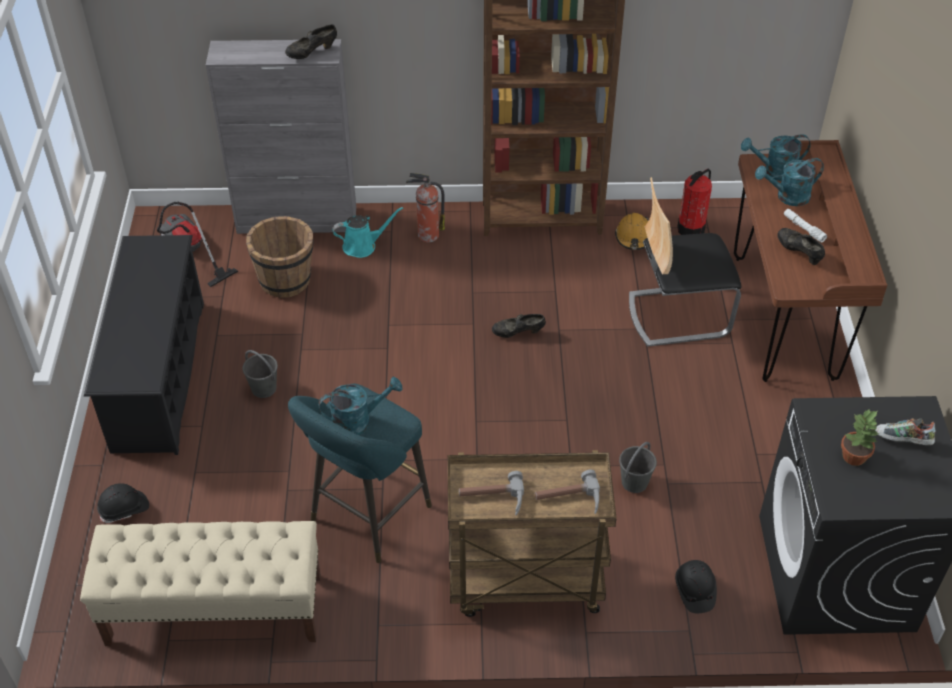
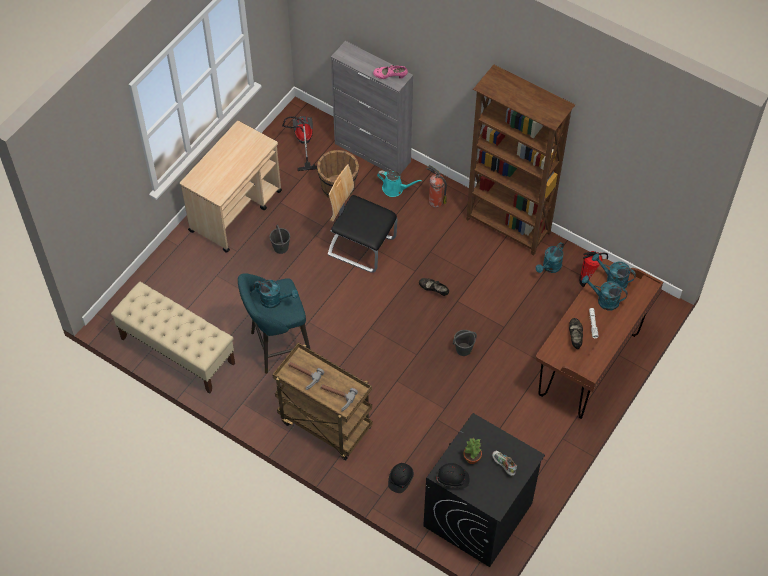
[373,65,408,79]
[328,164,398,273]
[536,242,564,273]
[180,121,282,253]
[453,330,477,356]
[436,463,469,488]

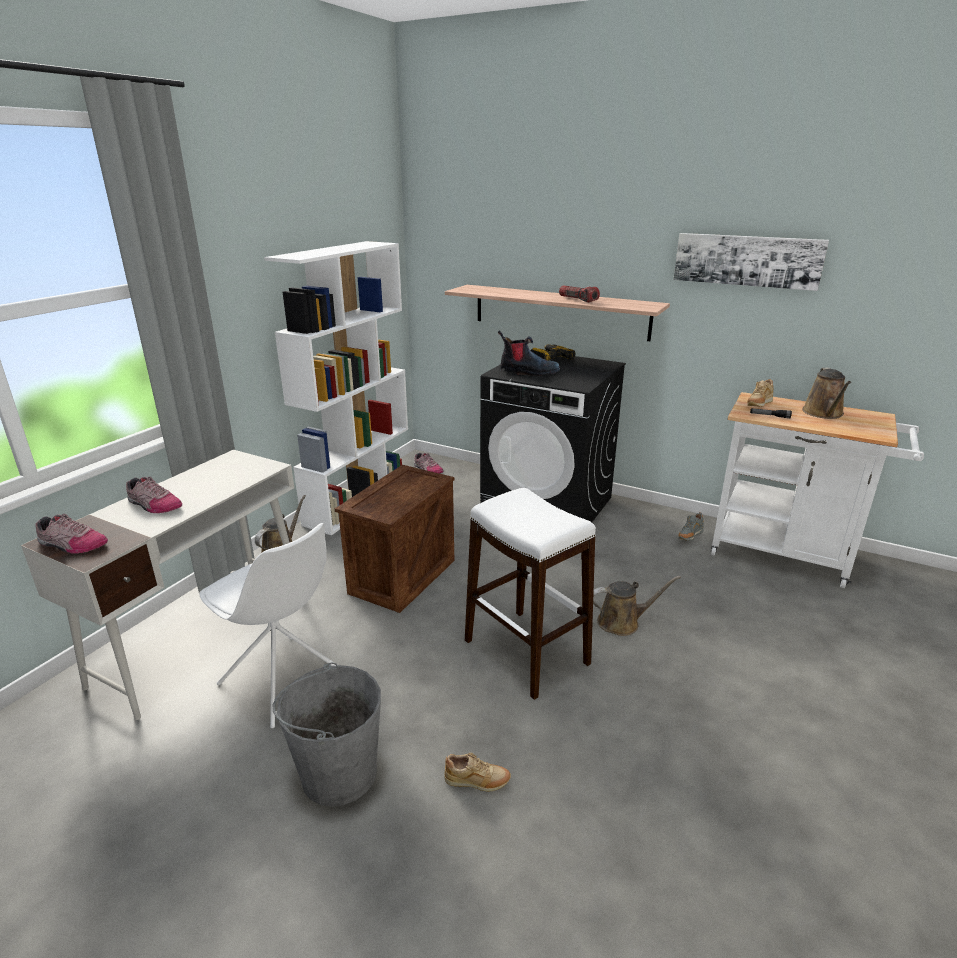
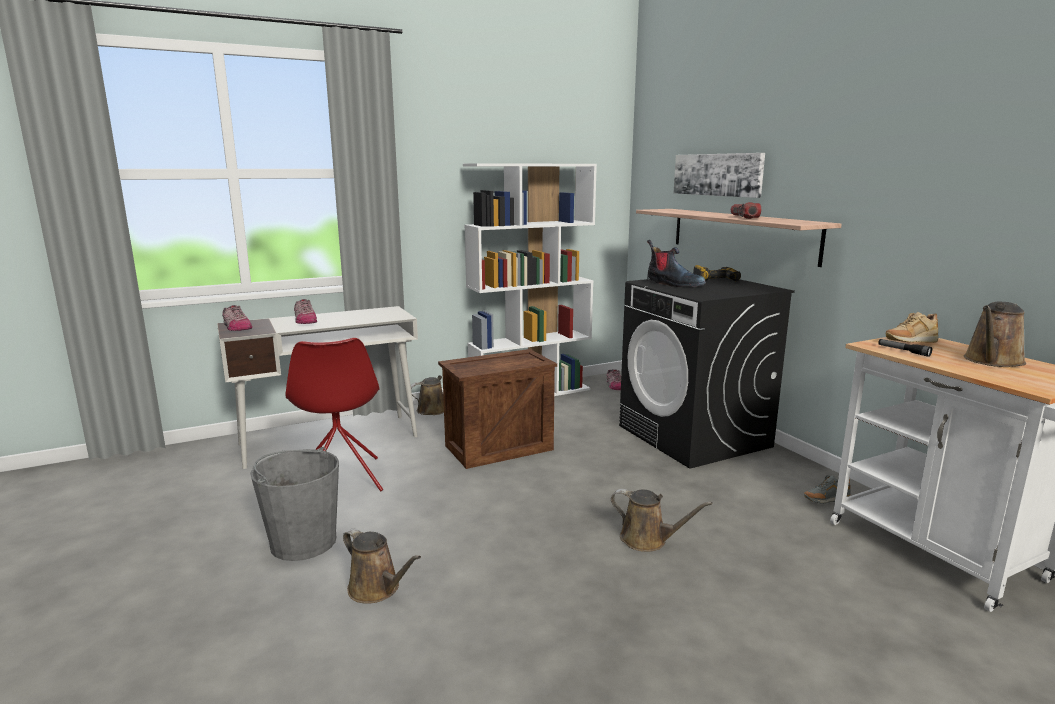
[674,153,765,198]
[465,488,596,700] (first image)
[286,338,383,491]
[343,528,421,604]

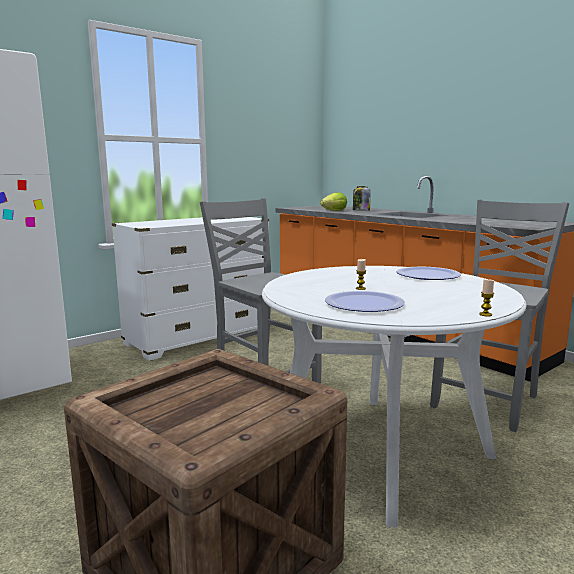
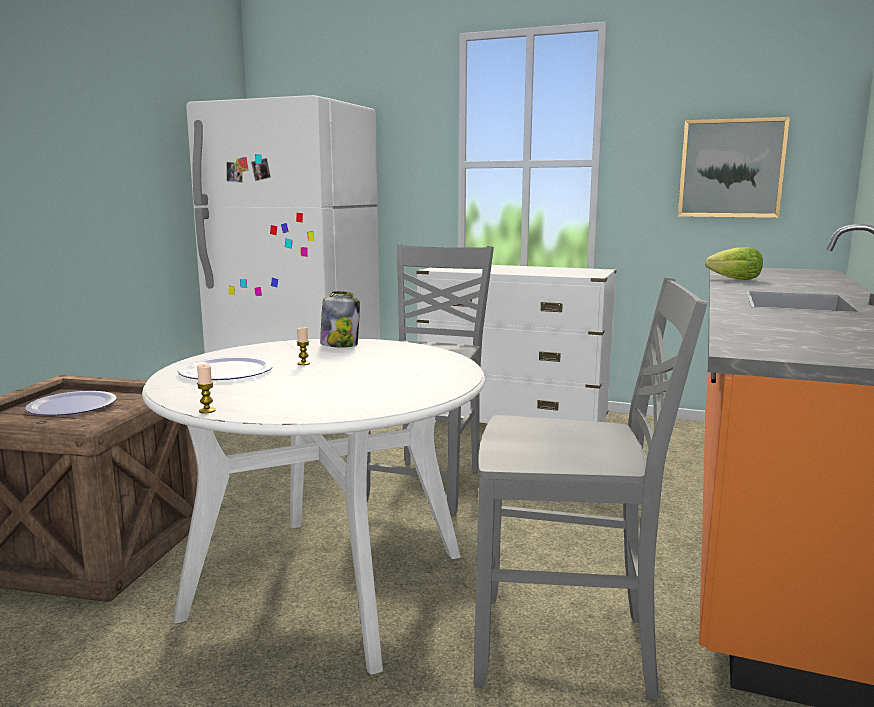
[320,291,360,347]
[25,391,116,416]
[678,117,790,218]

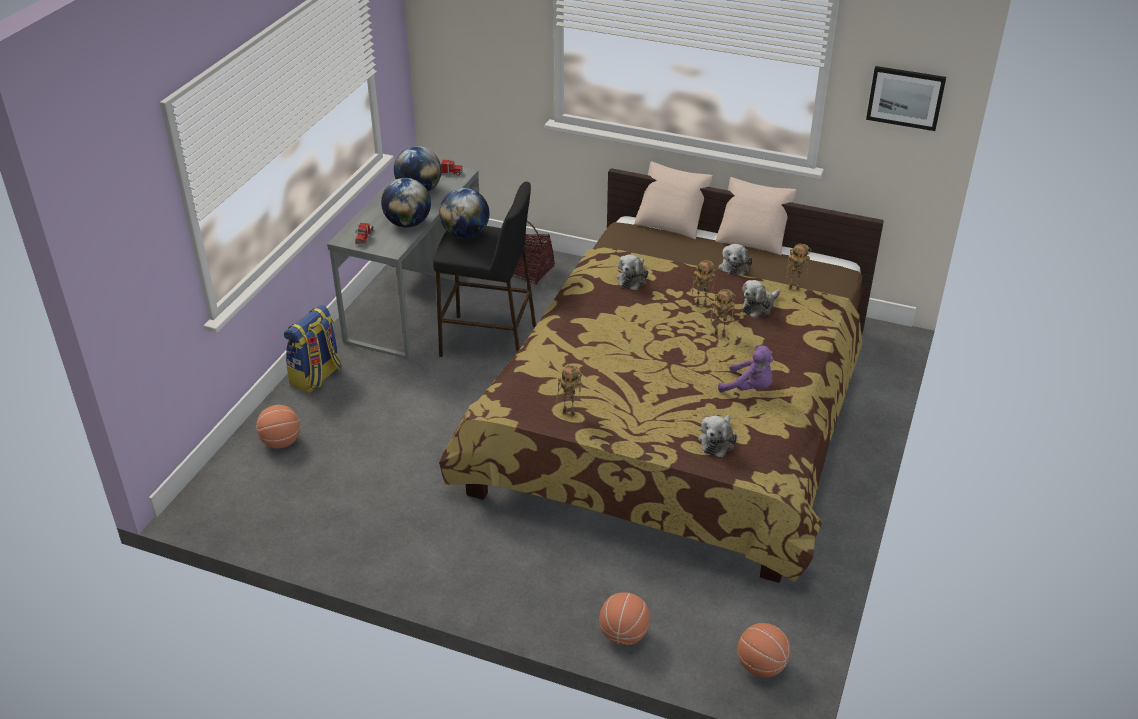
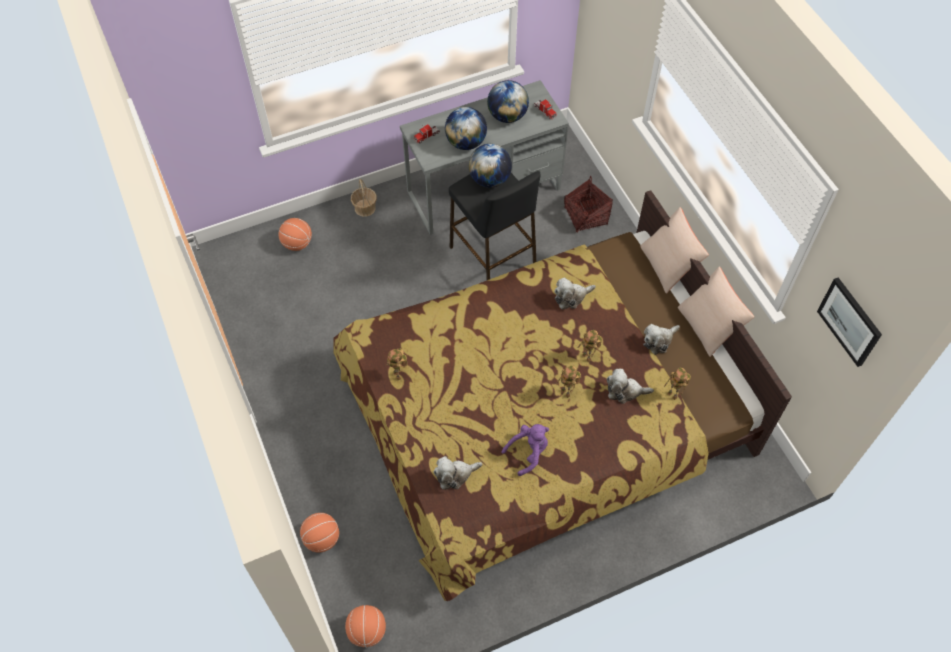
[351,179,377,217]
[501,424,549,476]

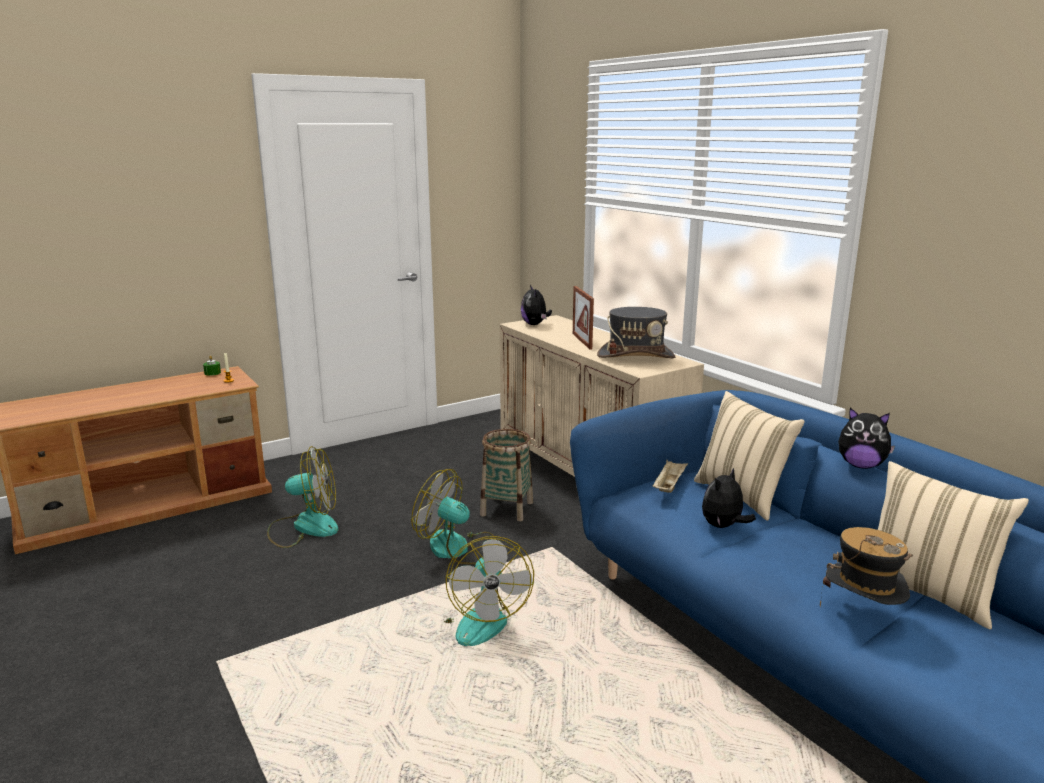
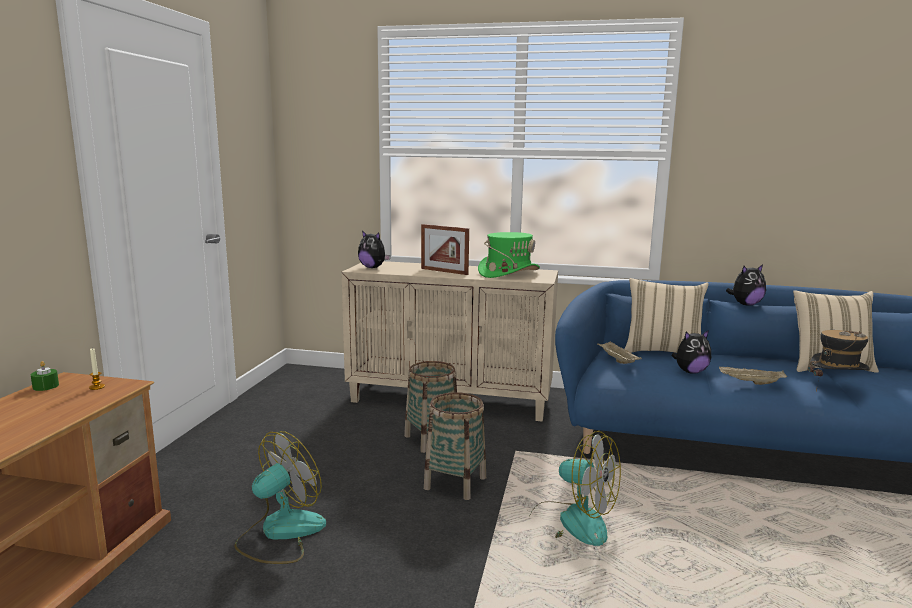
[478,232,540,278]
[672,330,711,374]
[424,392,486,500]
[719,366,787,385]

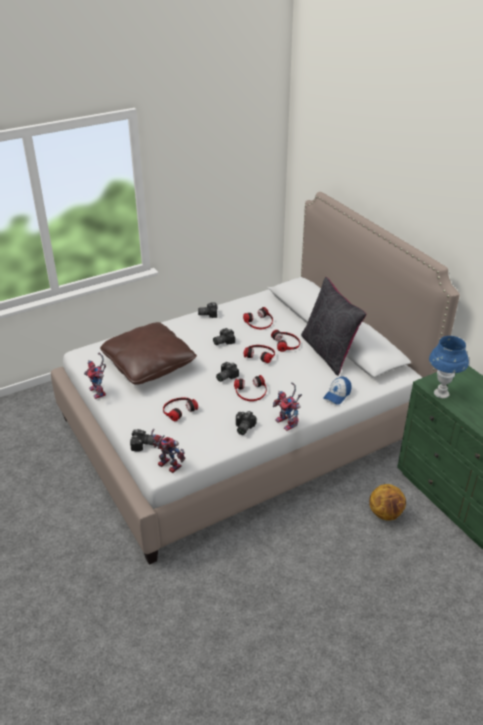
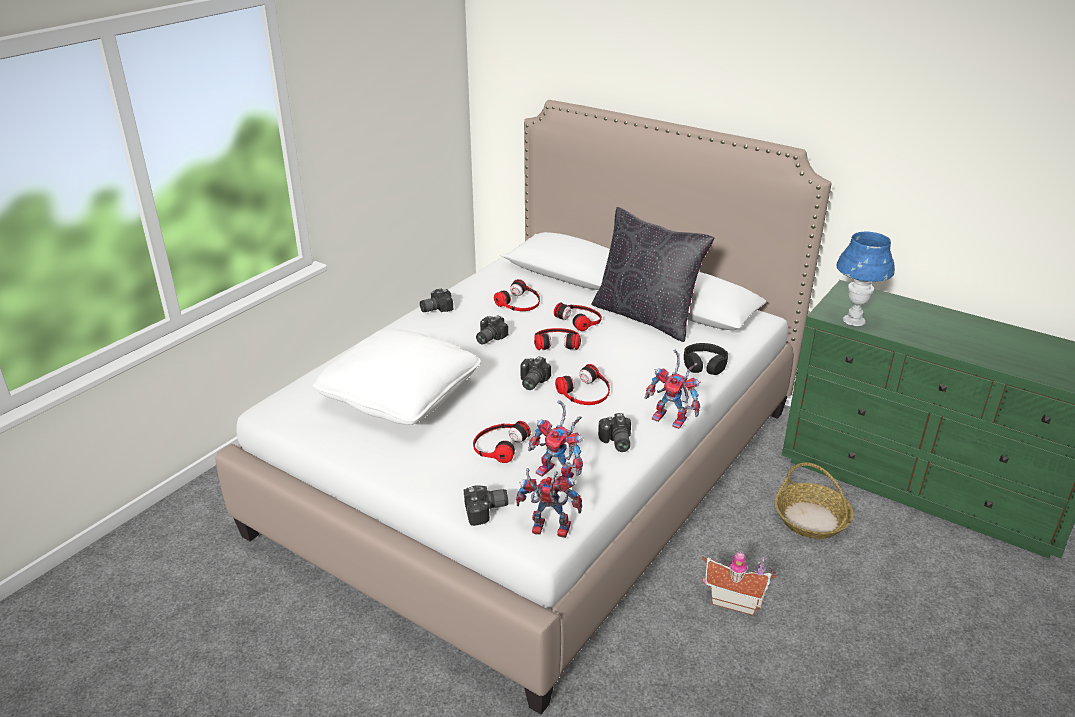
[313,328,481,425]
[528,400,584,482]
[684,343,728,375]
[775,462,853,539]
[702,550,777,616]

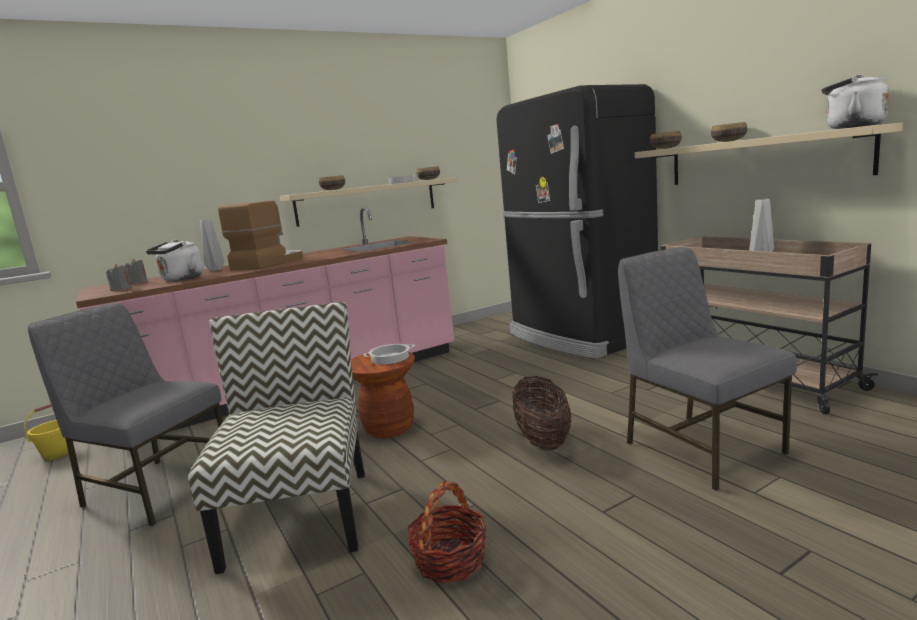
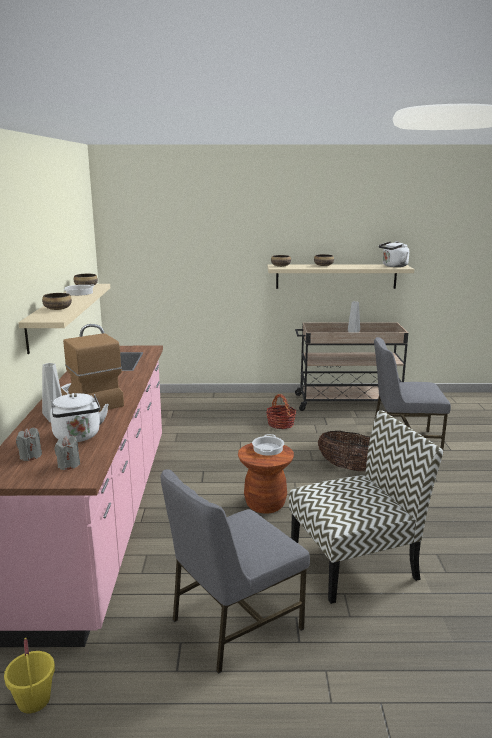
[497,84,658,359] (first image)
[289,410,443,604]
[266,394,296,429]

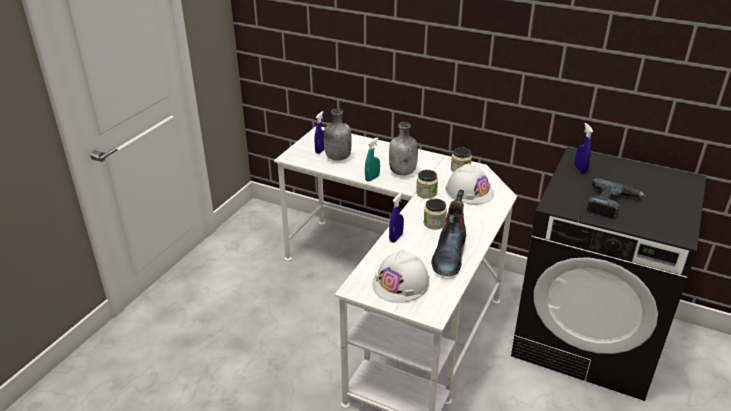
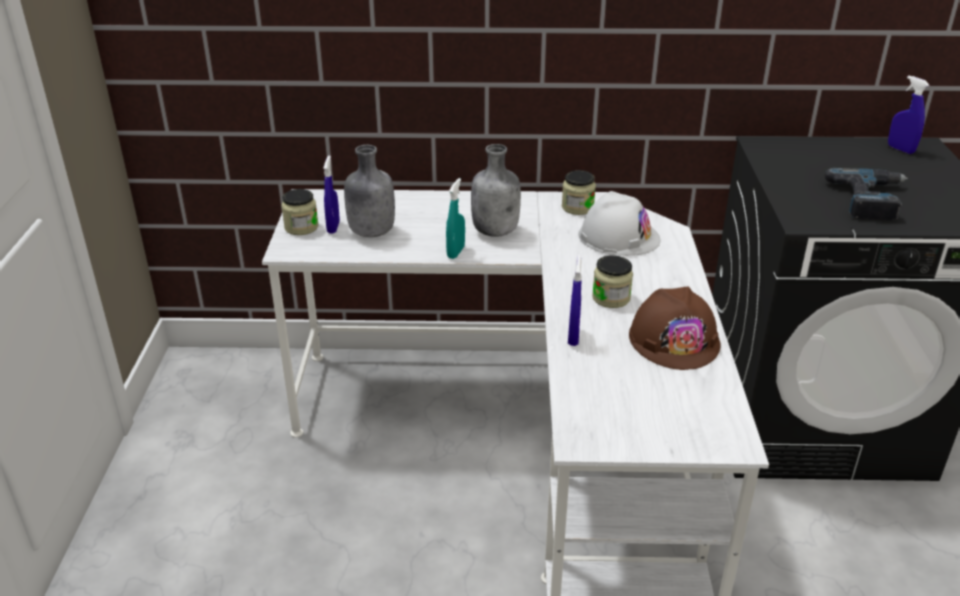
[888,76,929,154]
[281,189,318,235]
[629,287,720,370]
[372,250,430,303] (first image)

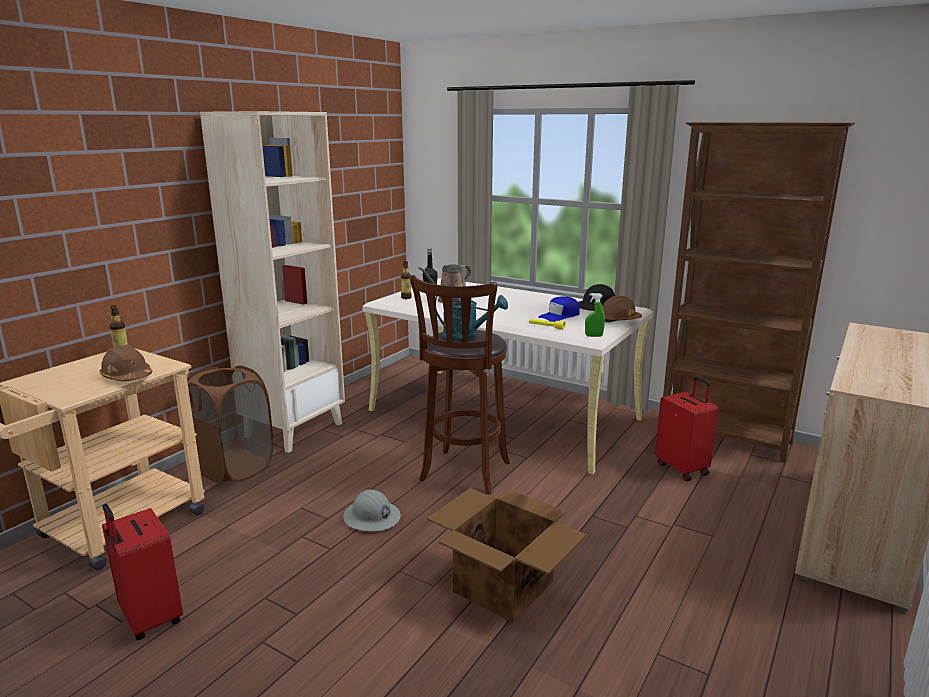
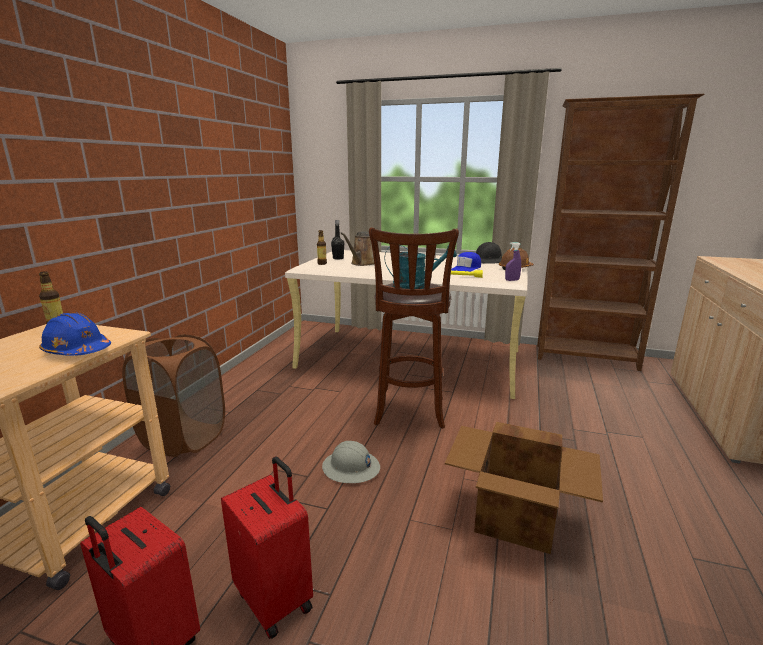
[200,111,345,453] (first image)
[505,242,521,281]
[39,313,111,356]
[221,456,313,639]

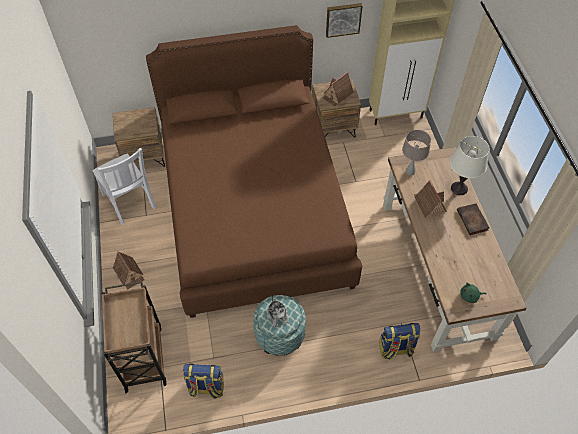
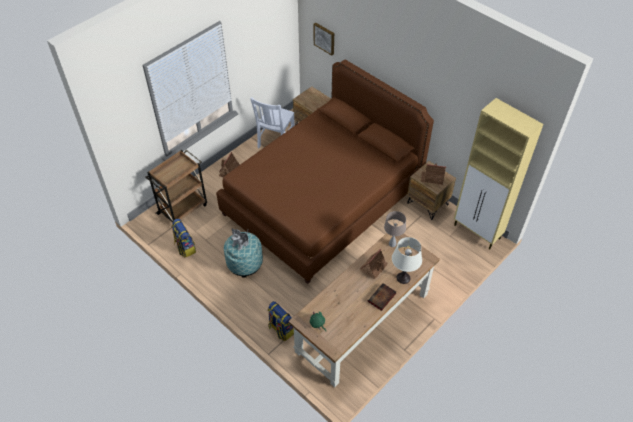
[314,23,334,55]

